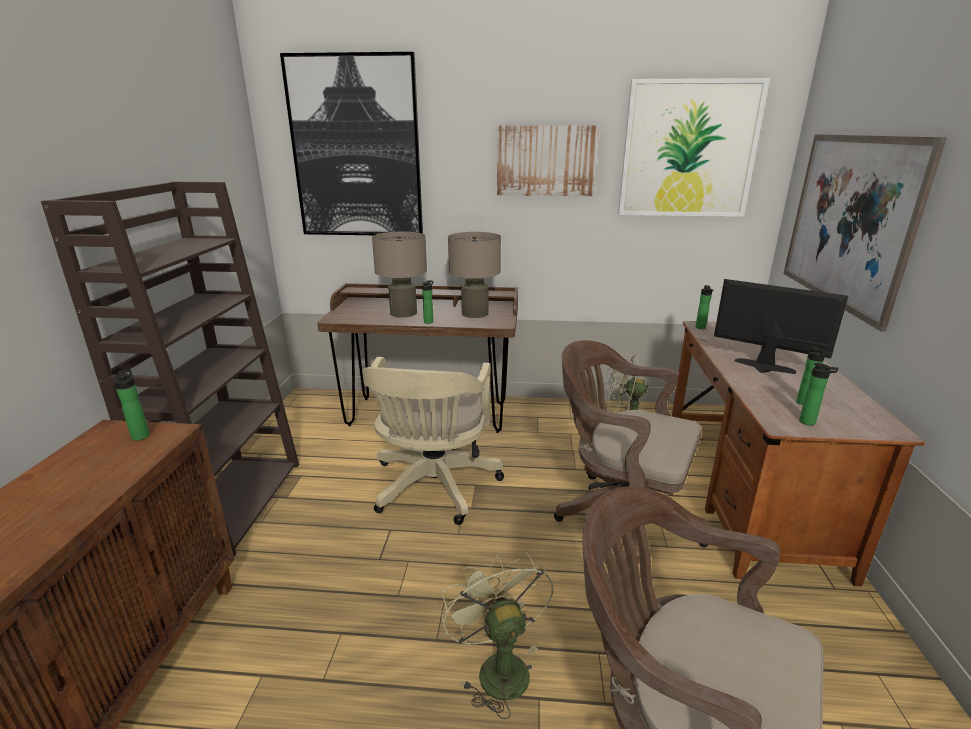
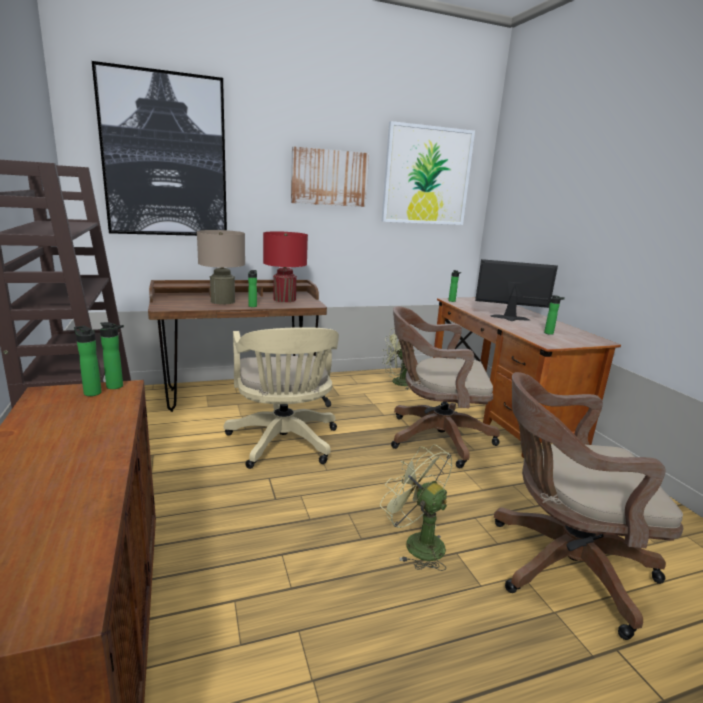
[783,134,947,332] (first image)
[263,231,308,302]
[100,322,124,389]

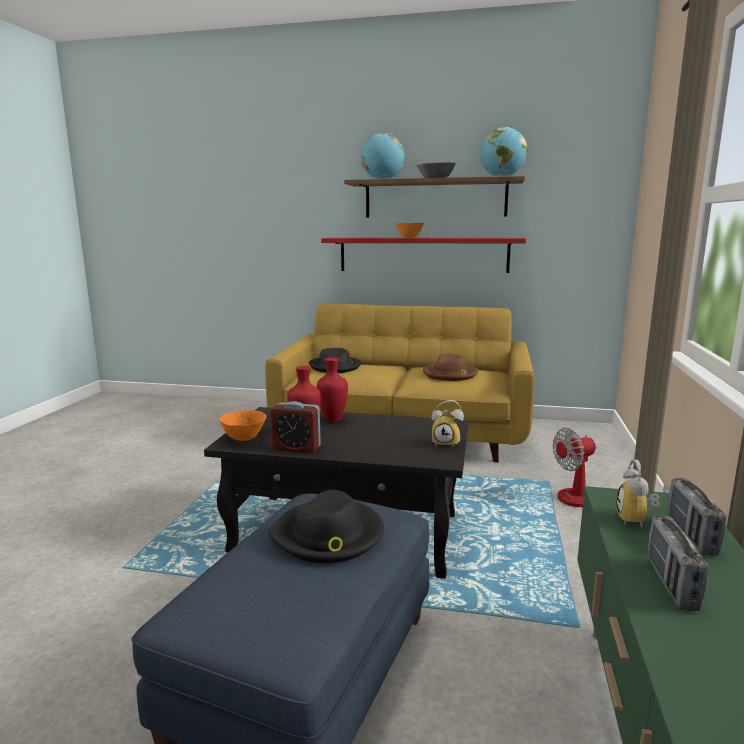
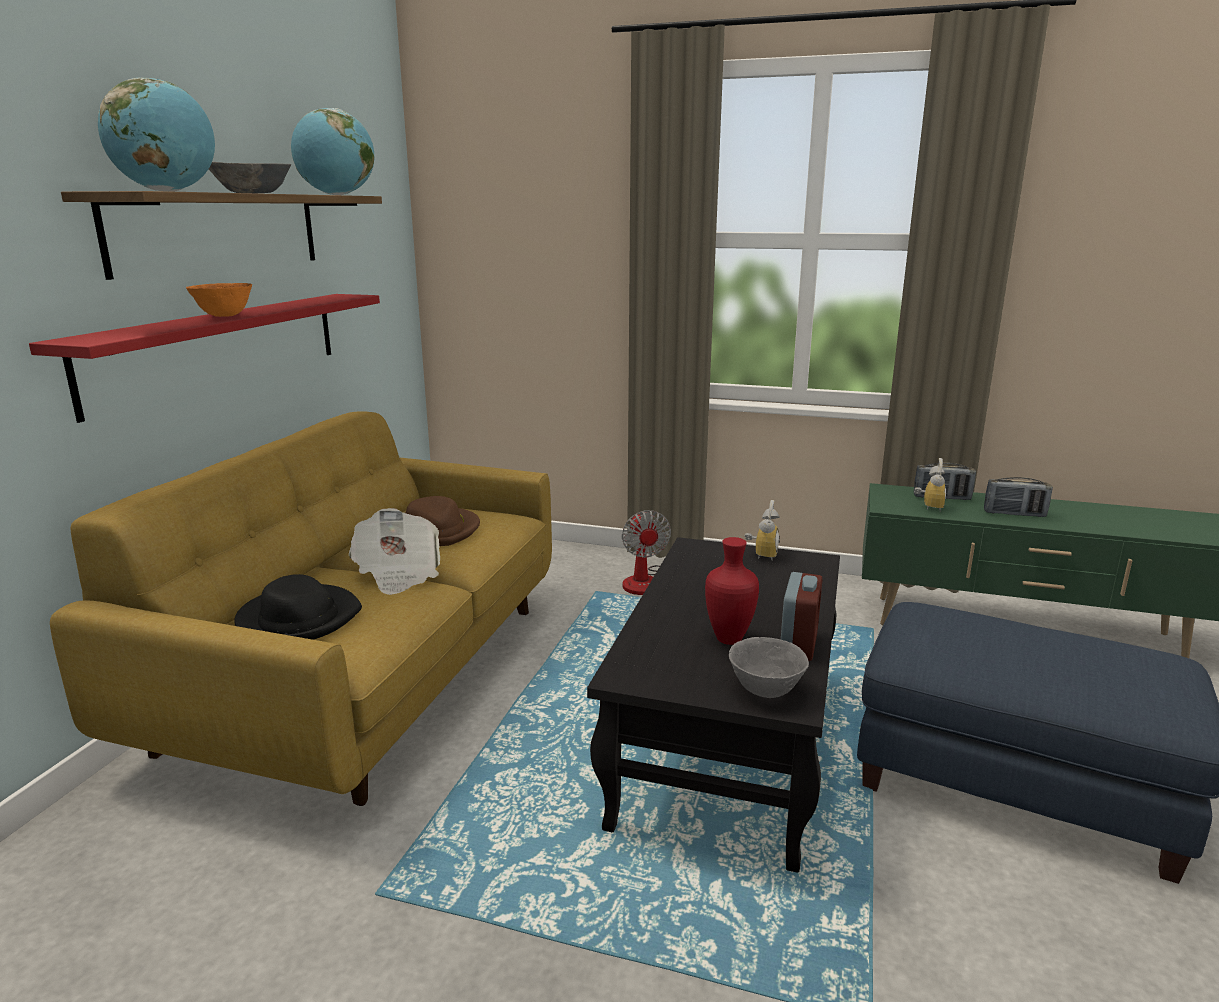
[317,358,348,422] (first image)
[729,637,809,698]
[914,458,947,511]
[269,490,384,563] (first image)
[348,508,440,595]

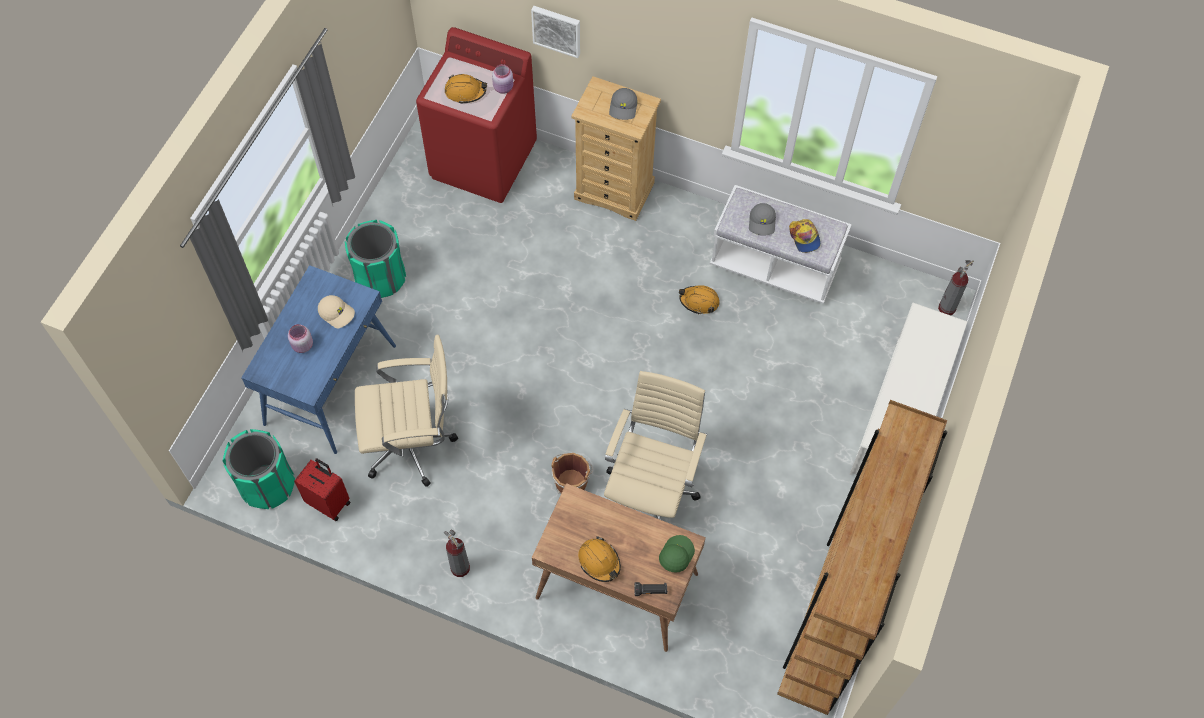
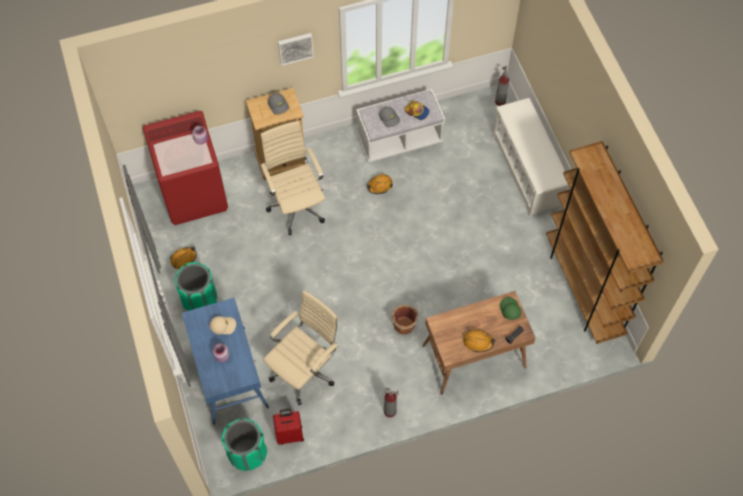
[278,33,314,66]
[170,247,197,269]
[260,121,325,235]

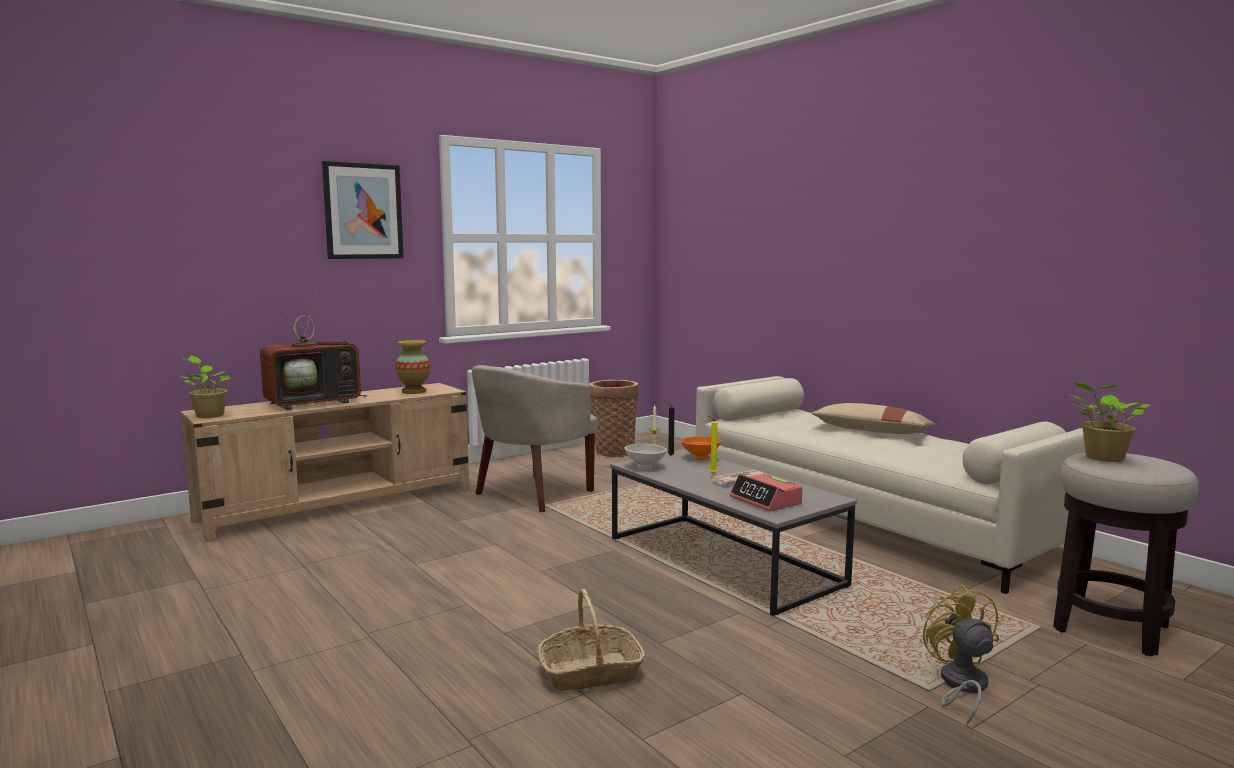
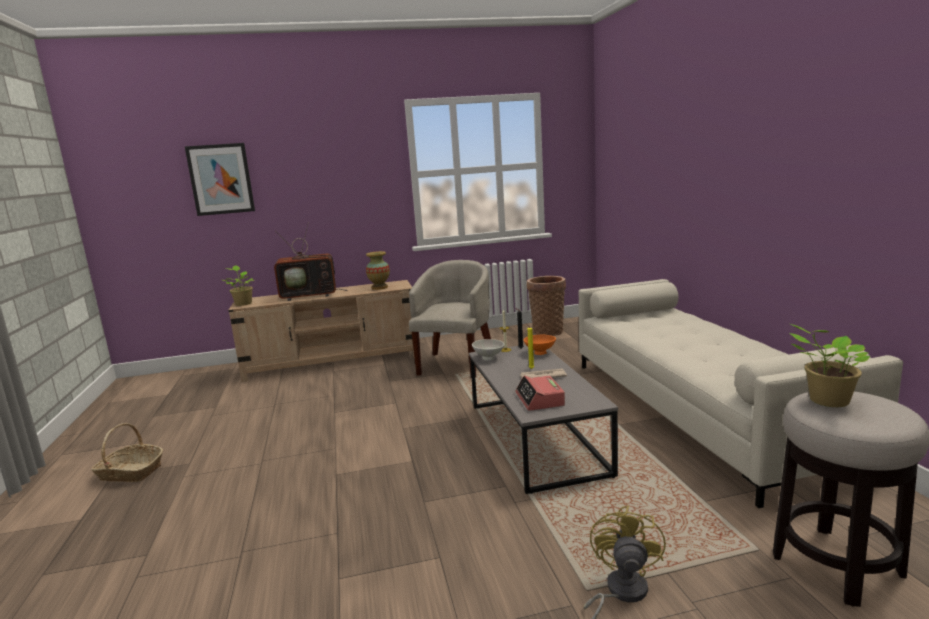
[185,143,255,216]
[409,260,491,378]
[811,403,935,434] (first image)
[91,423,163,482]

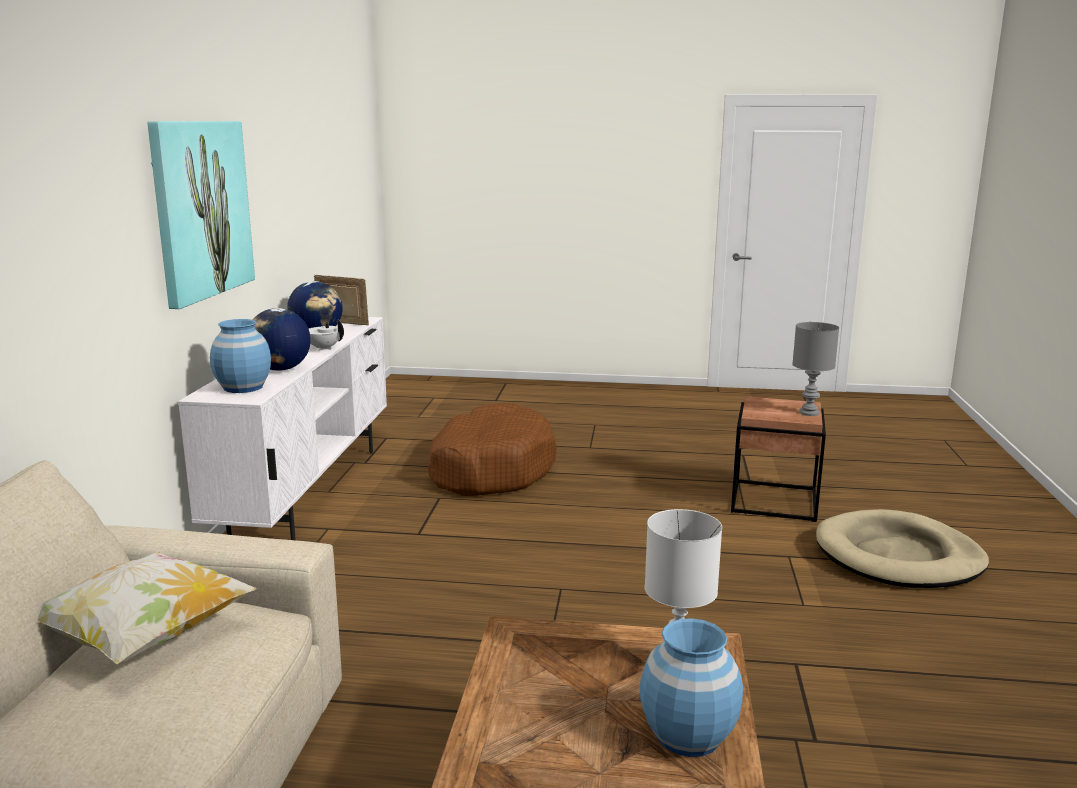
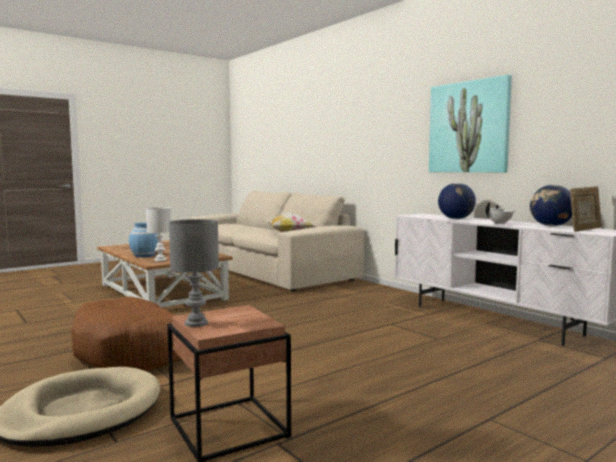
[210,319,271,393] (first image)
[71,296,182,371]

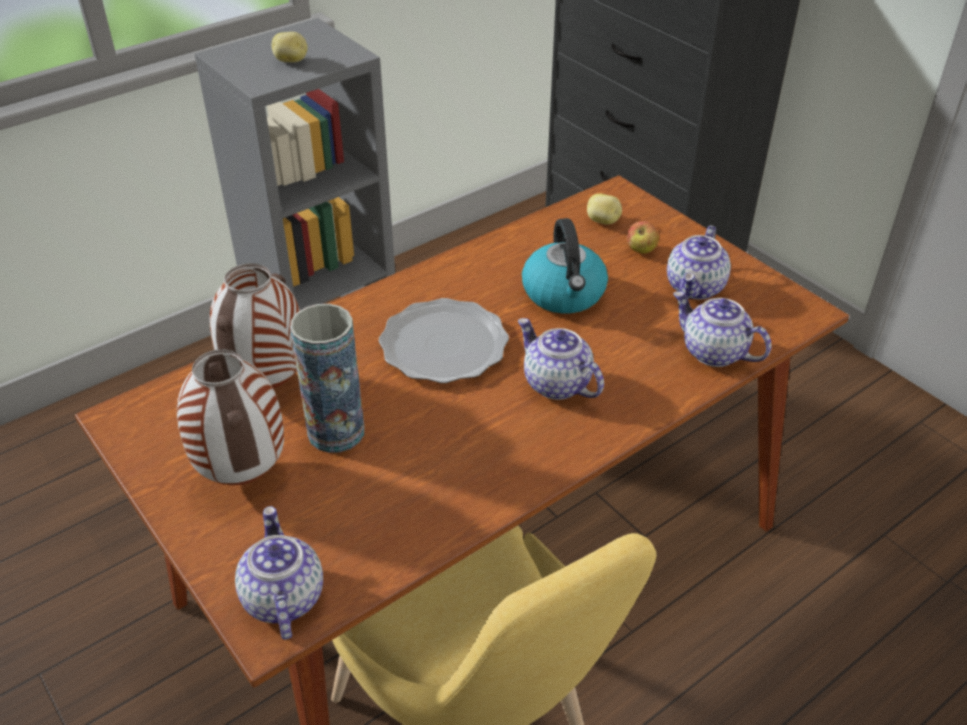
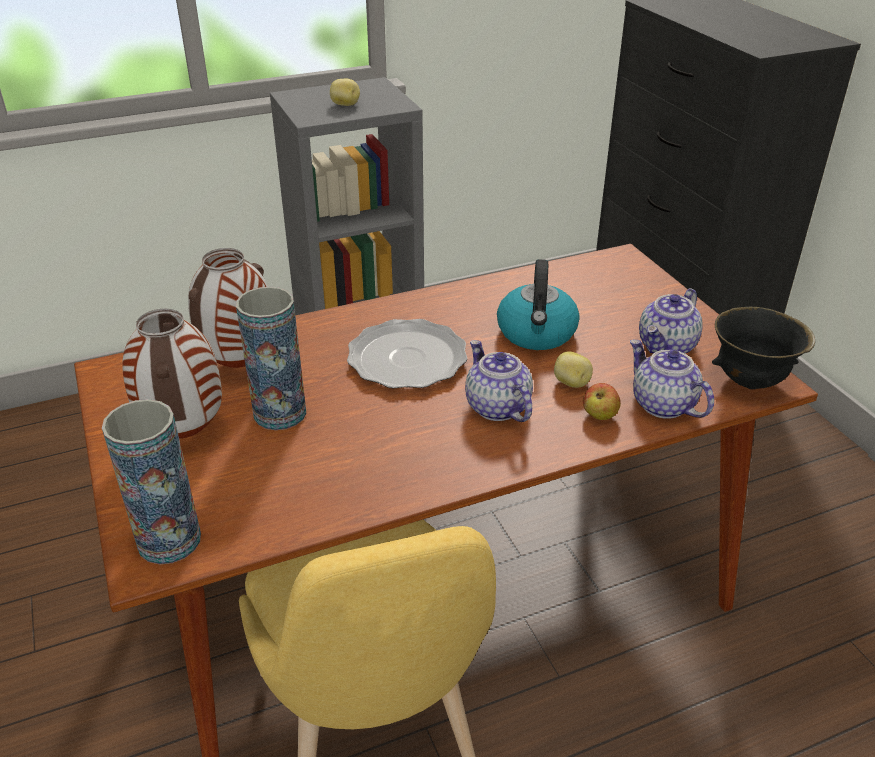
[554,351,593,388]
[583,383,621,420]
[102,399,201,564]
[712,307,815,389]

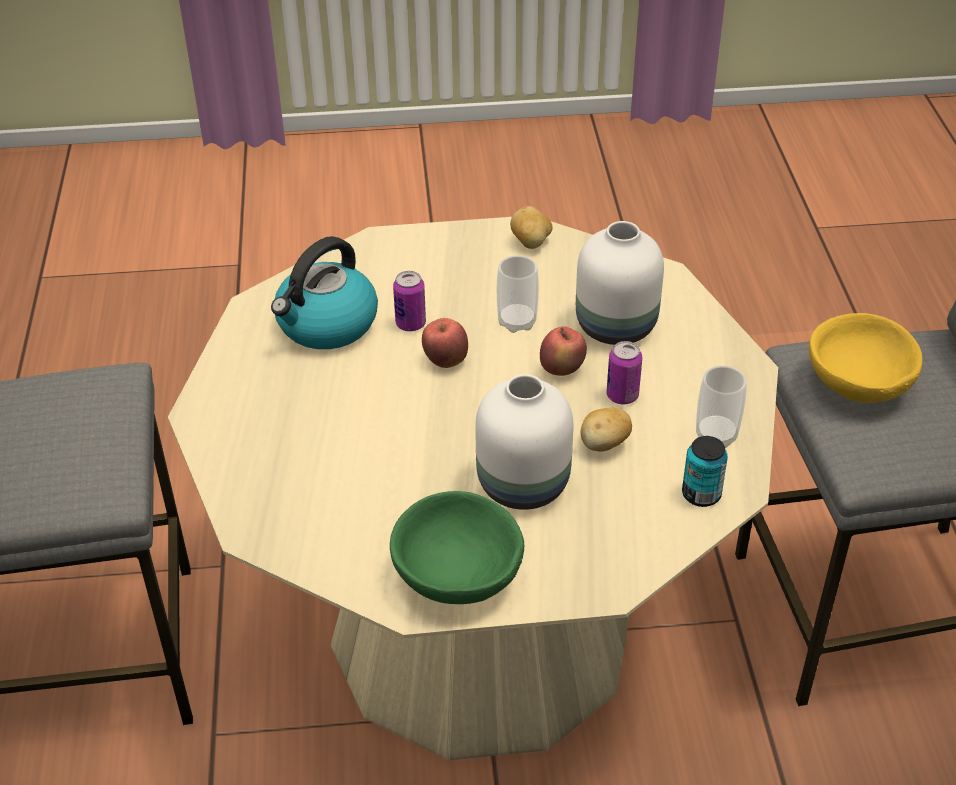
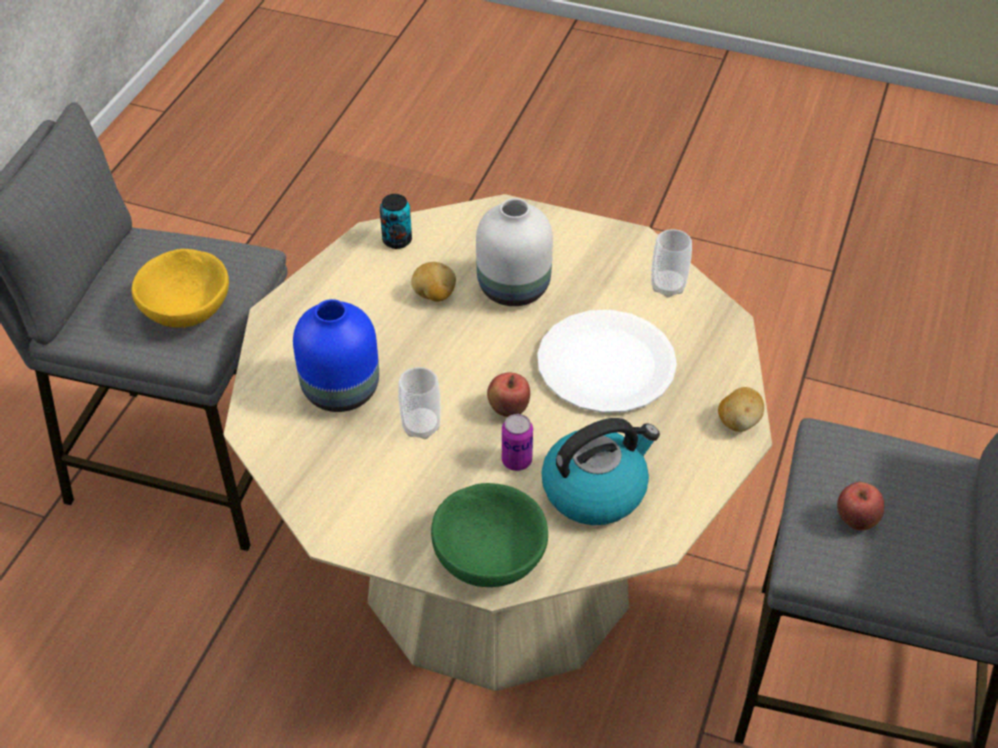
[718,387,764,432]
[293,299,379,412]
[837,482,884,530]
[606,341,642,404] (first image)
[651,229,692,298]
[431,483,548,587]
[537,310,677,413]

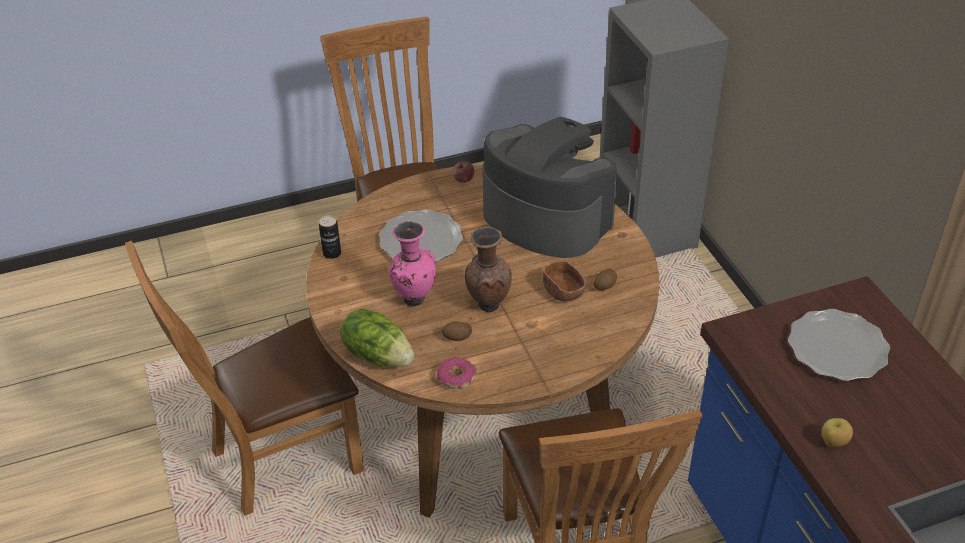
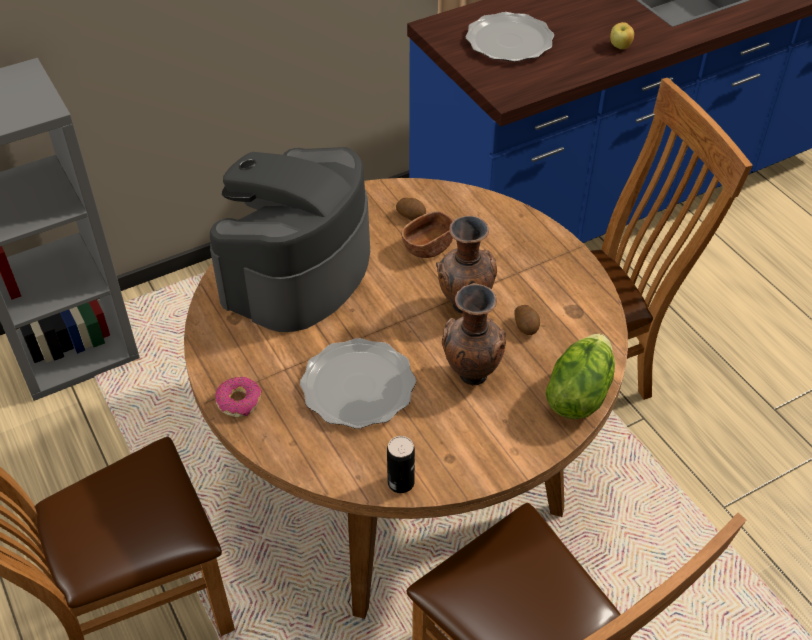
[452,161,474,182] (first image)
[442,283,506,385]
[215,377,262,418]

